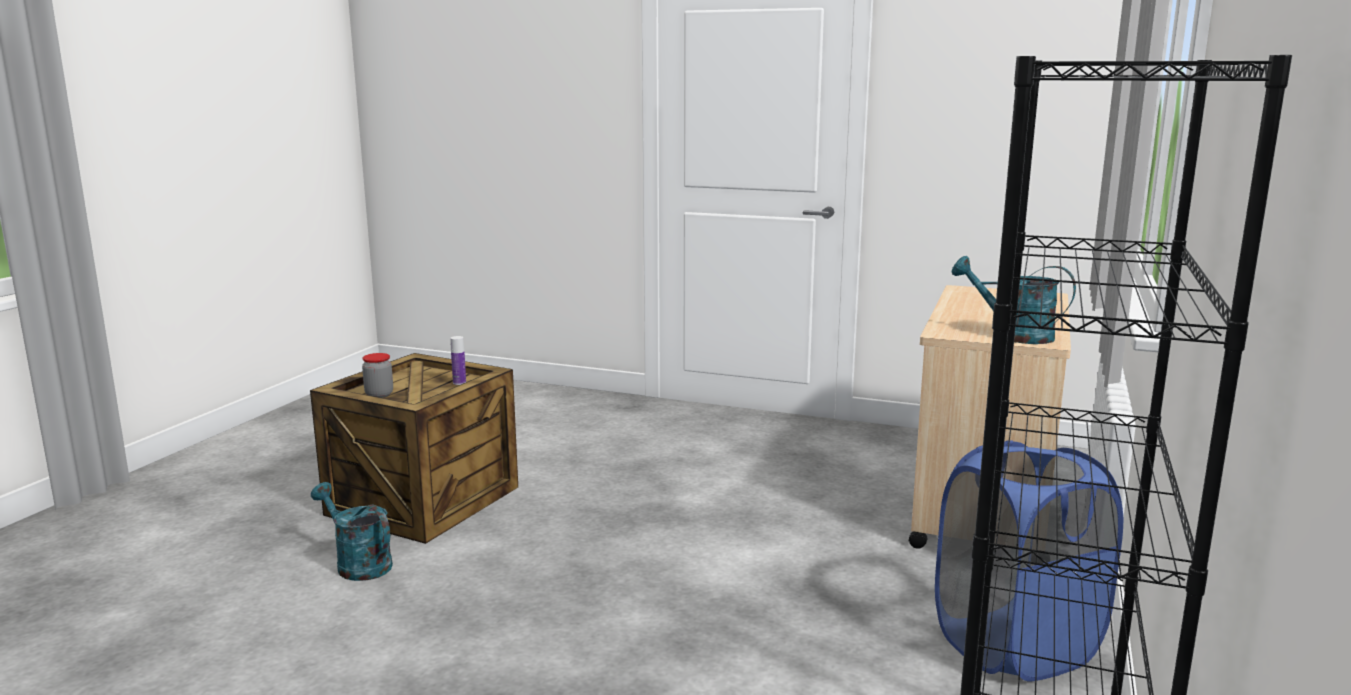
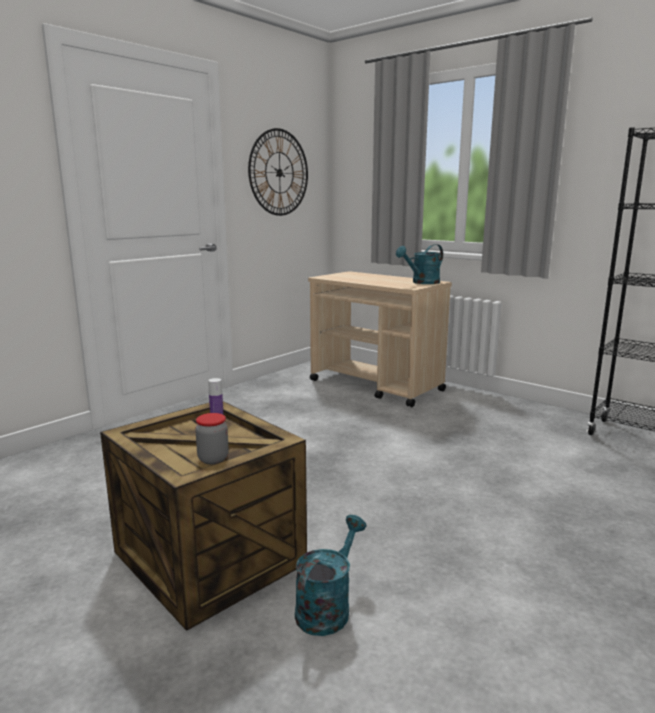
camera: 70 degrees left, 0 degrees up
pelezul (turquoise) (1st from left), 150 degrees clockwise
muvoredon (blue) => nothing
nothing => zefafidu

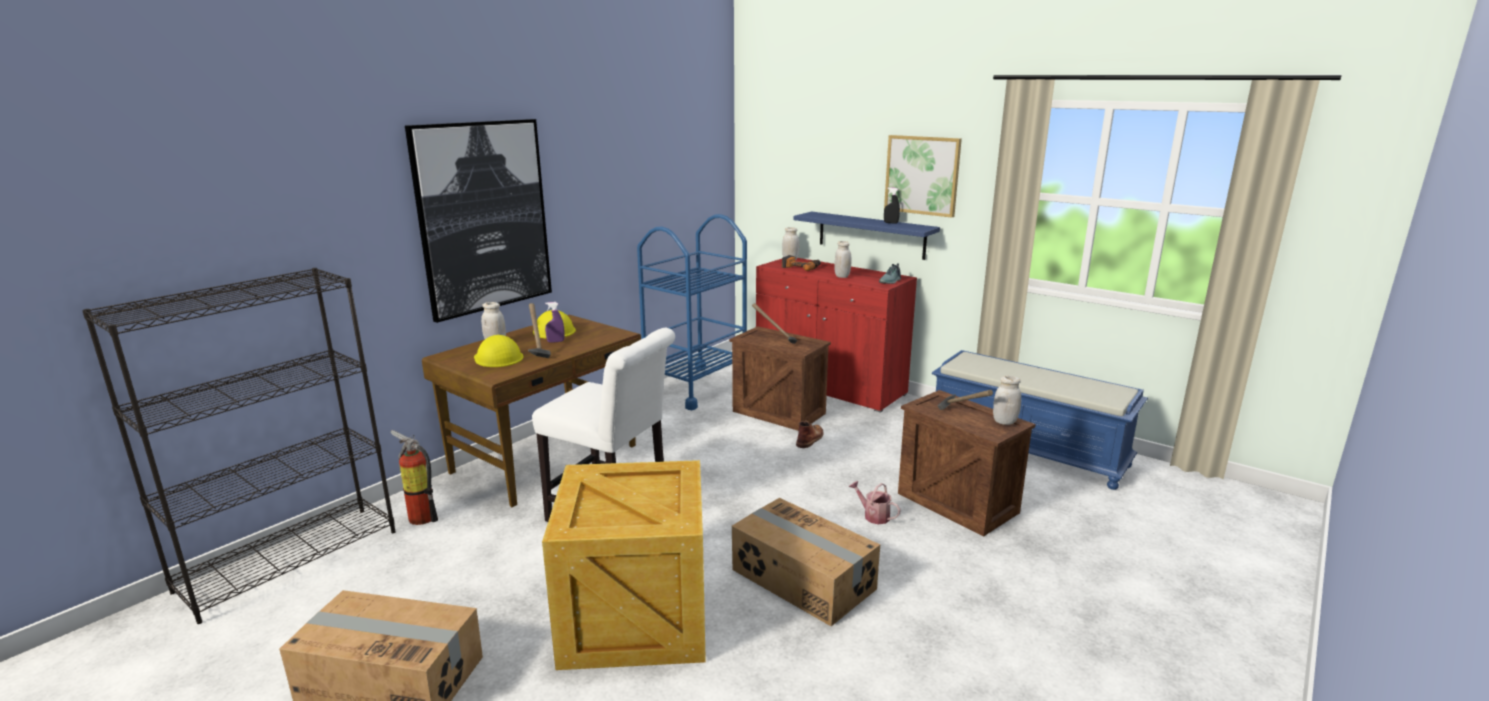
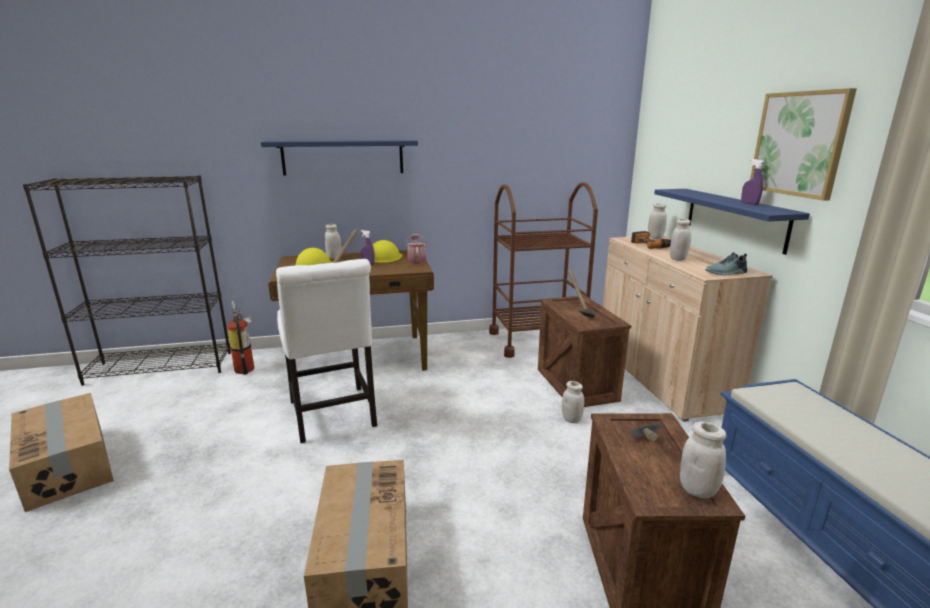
camera: 40 degrees right, 0 degrees up
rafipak (1st from left) => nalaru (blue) (1st from left)
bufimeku (1st from left) => nothing
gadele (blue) => gadele (brown)
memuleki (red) => memuleki (beige)
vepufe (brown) => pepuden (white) (2nd from left)
pelezul, move
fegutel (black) => fegutel (purple) (2nd from left)

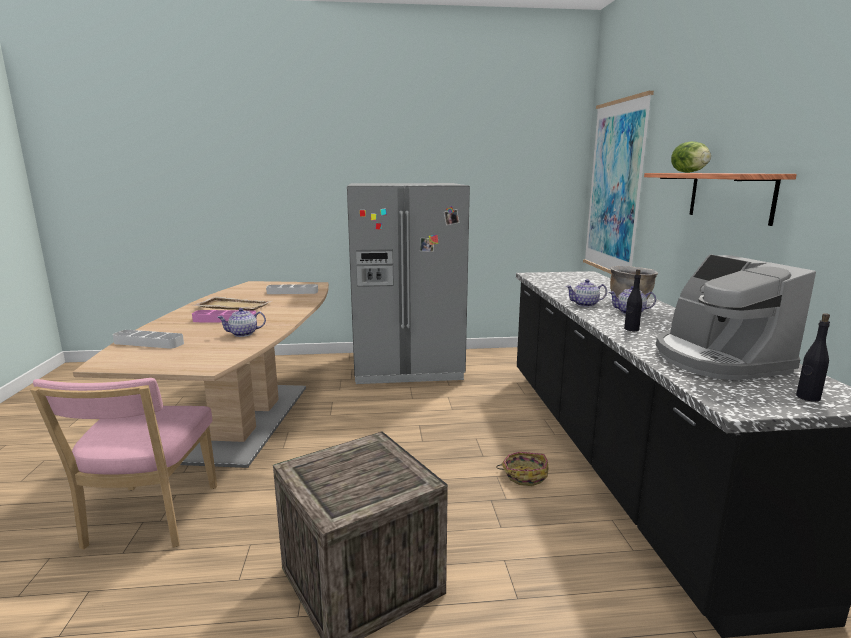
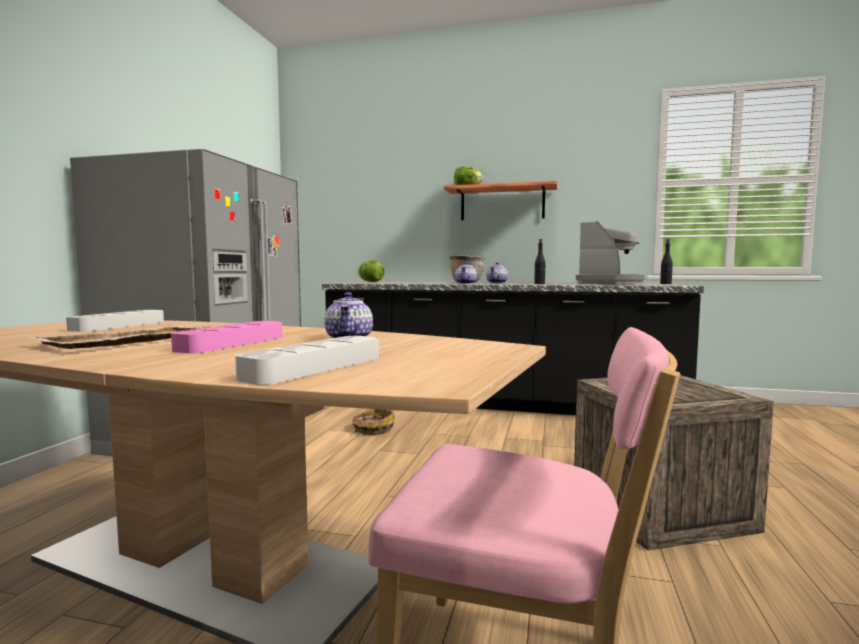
camera: 70 degrees left, 10 degrees down
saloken, move
rafipak => nothing
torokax, 75 degrees counterclockwise
nothing => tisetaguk (1st from left)

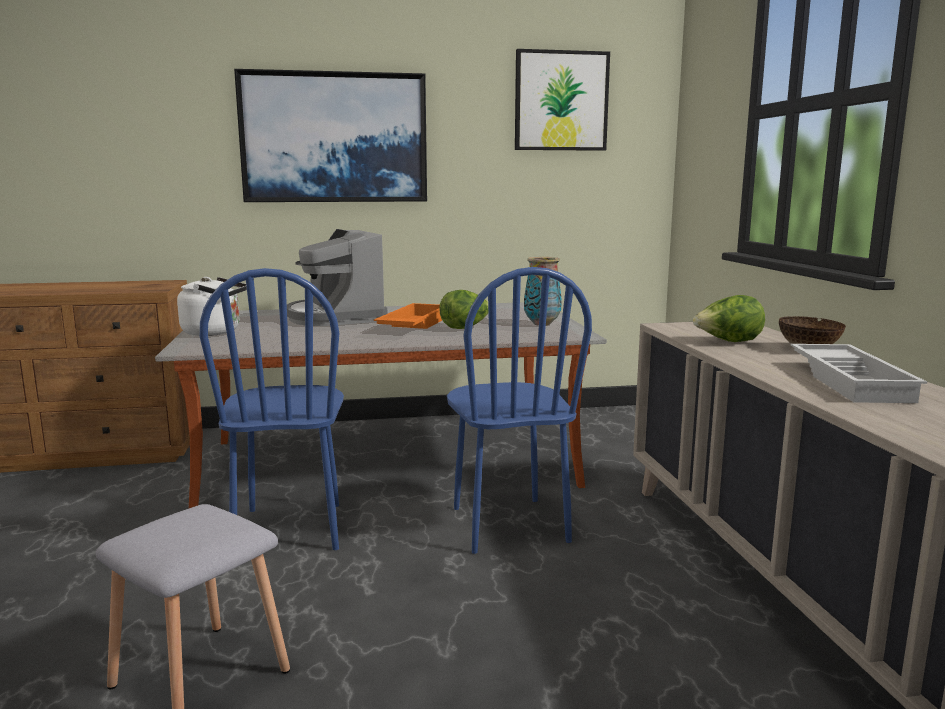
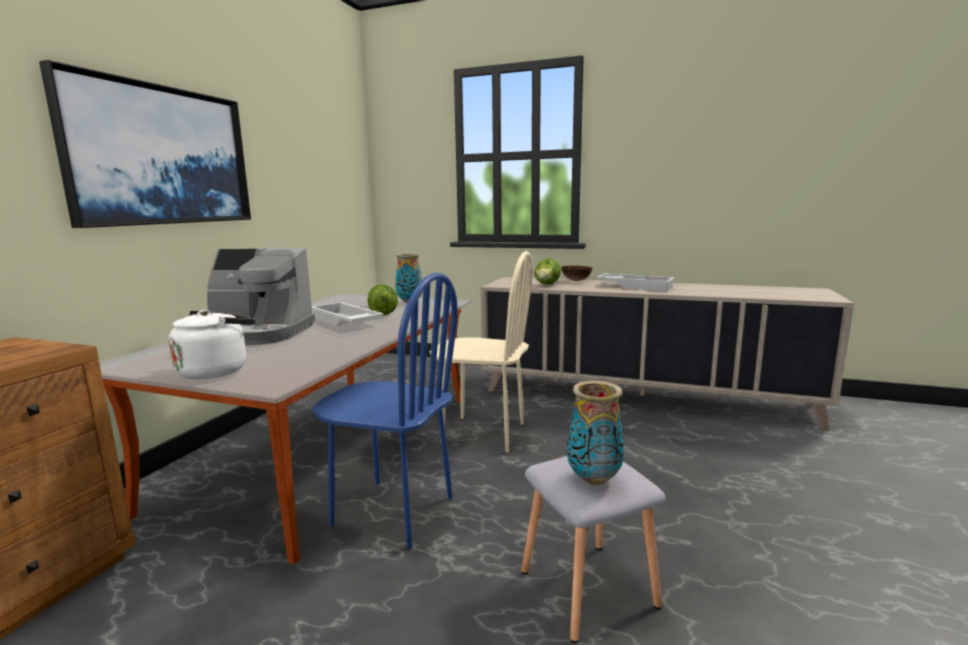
camera: 60 degrees left, 0 degrees up
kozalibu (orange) => kozalibu (white) (1st from left)
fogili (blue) (2nd from left) => fogili (beige)
rafipak (2nd from left) => nothing
nothing => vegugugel (2nd from left)

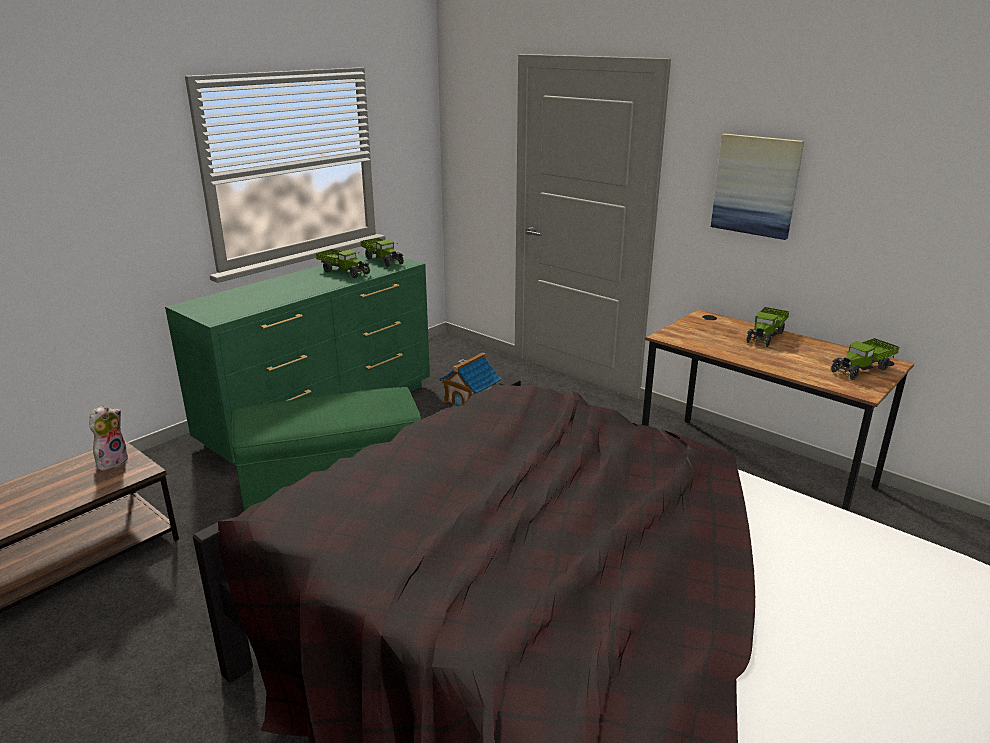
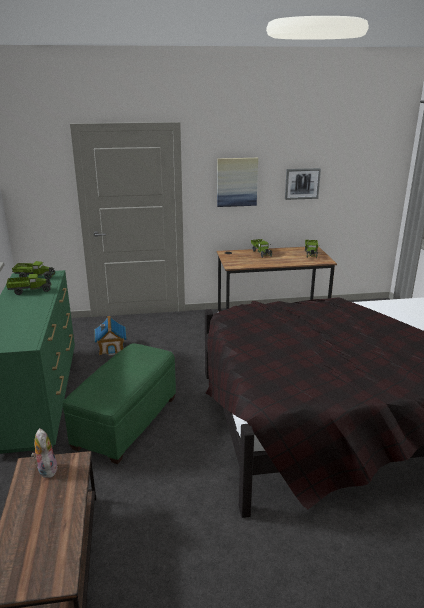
camera: 50 degrees left, 0 degrees up
nothing => rafipak (2nd from left)

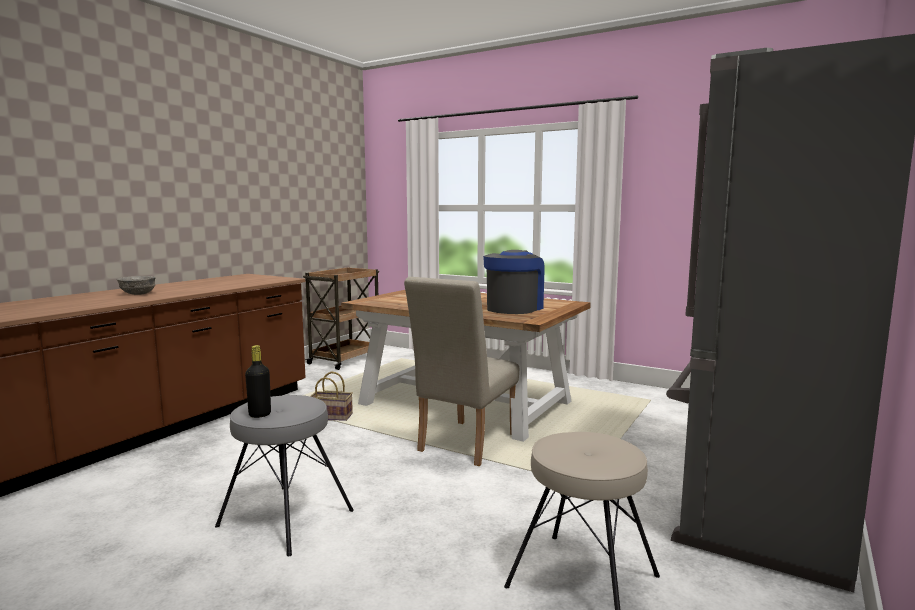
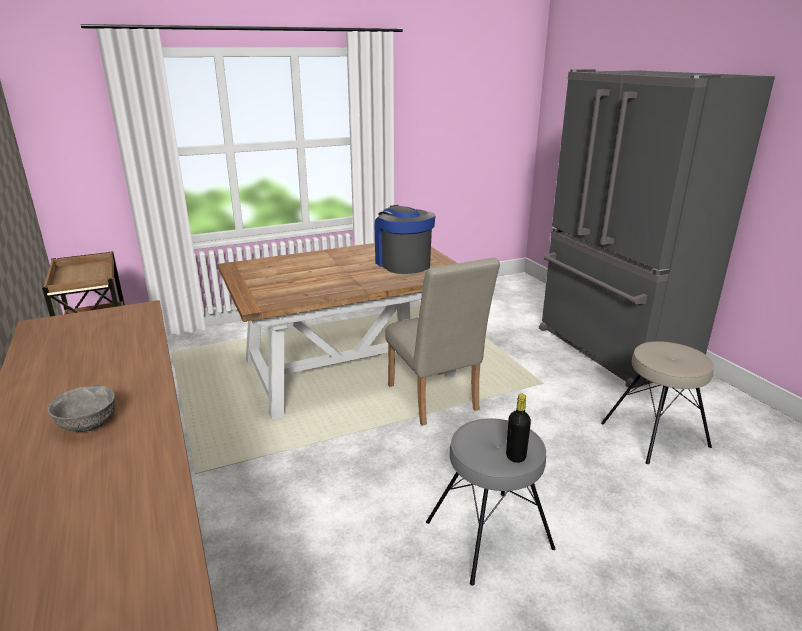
camera: 55 degrees left, 15 degrees up
saloken => nothing

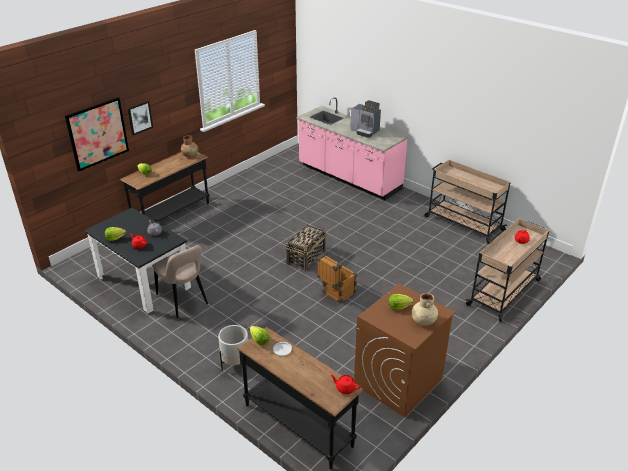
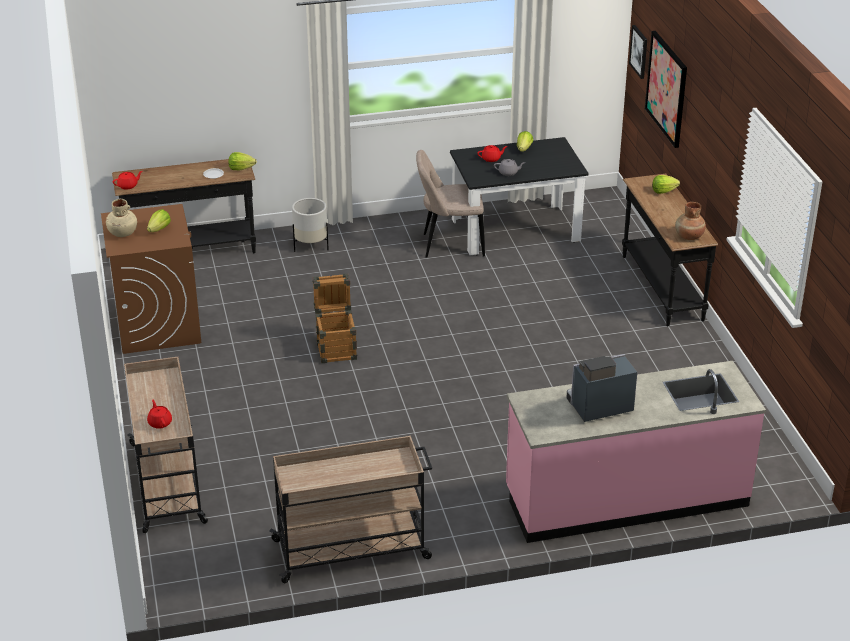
camera: 125 degrees right, 0 degrees up
rafipak (2nd from left in the first image) => rafipak (1st from left), move
saloken => nothing

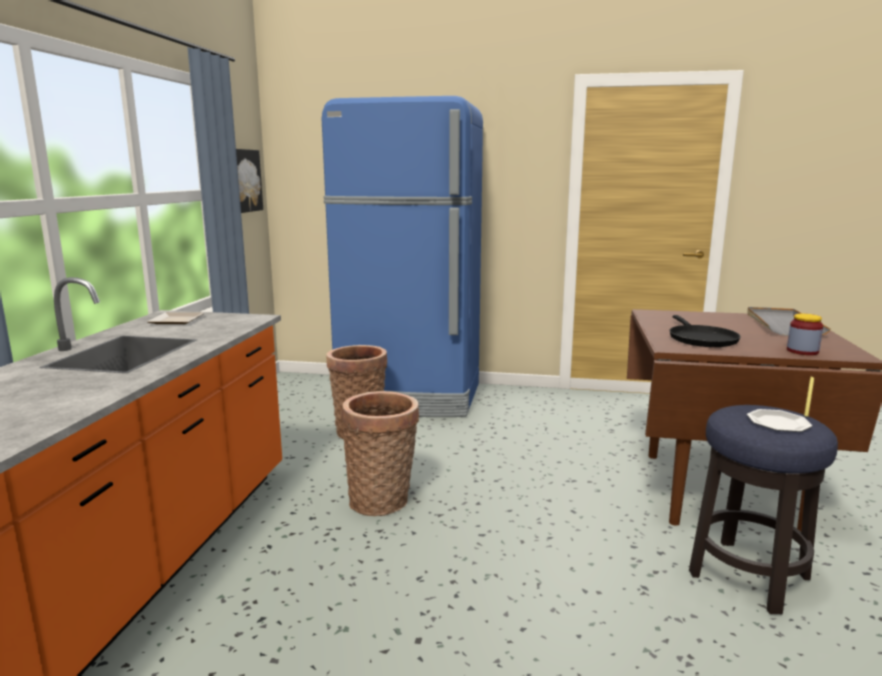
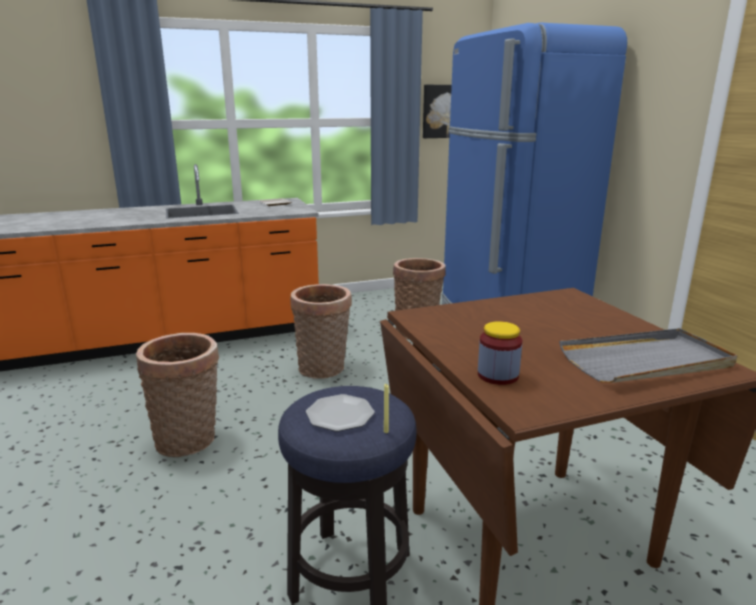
camera: 60 degrees right, 5 degrees up
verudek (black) => nothing
nothing => saloken (1st from left)

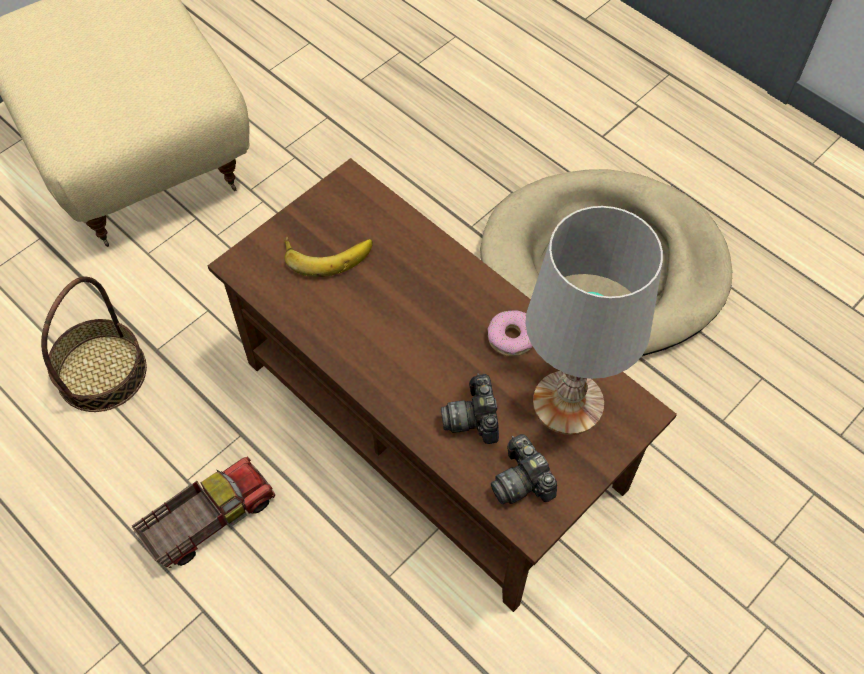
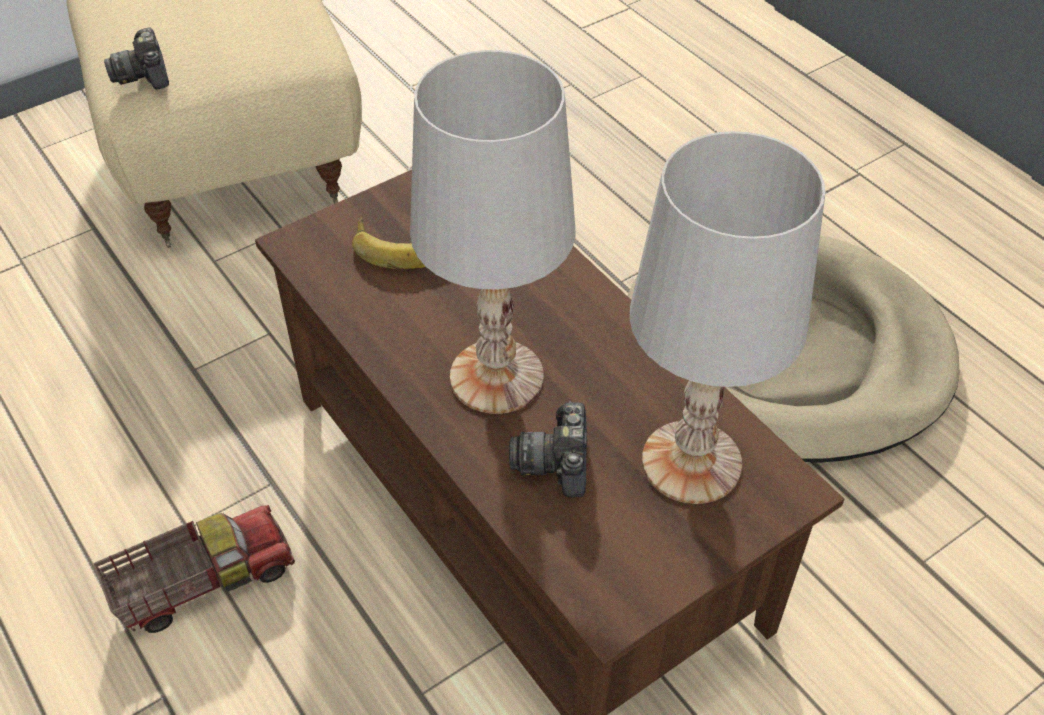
camera: 10 degrees right, 10 degrees down
saloken => nothing
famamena => nothing
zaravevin (2nd from left in the first image) => zaravevin (1st from left), move
nothing => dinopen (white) (1st from left)

